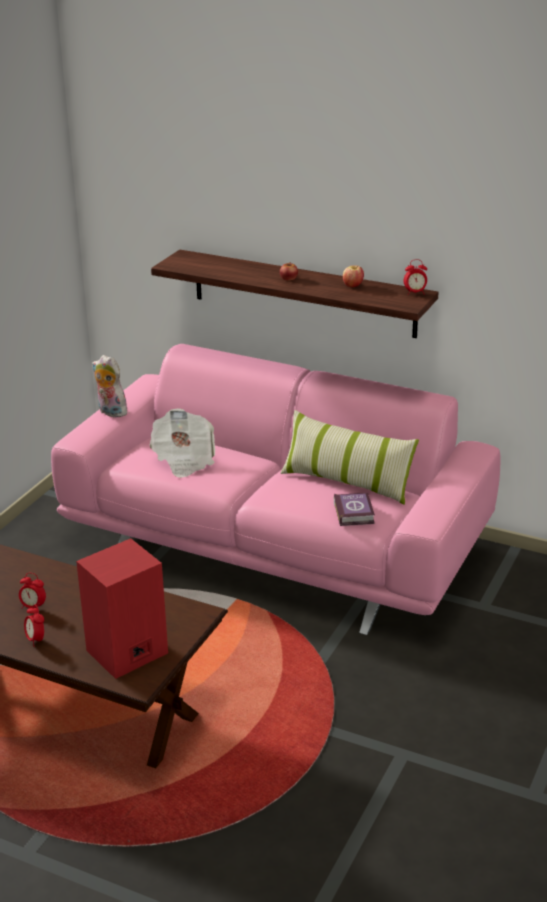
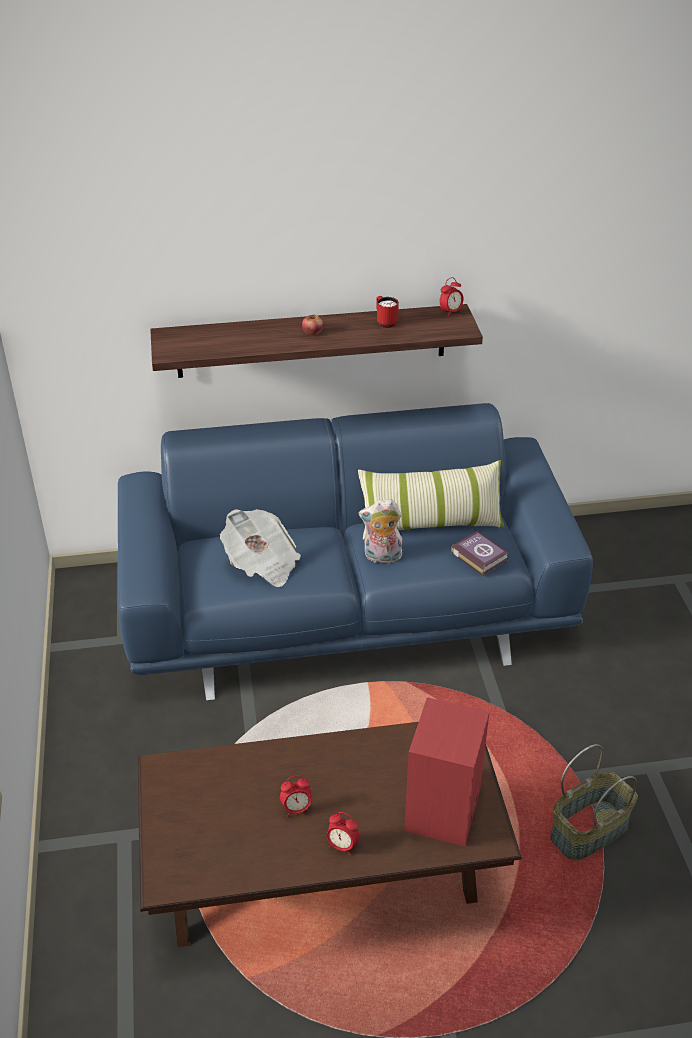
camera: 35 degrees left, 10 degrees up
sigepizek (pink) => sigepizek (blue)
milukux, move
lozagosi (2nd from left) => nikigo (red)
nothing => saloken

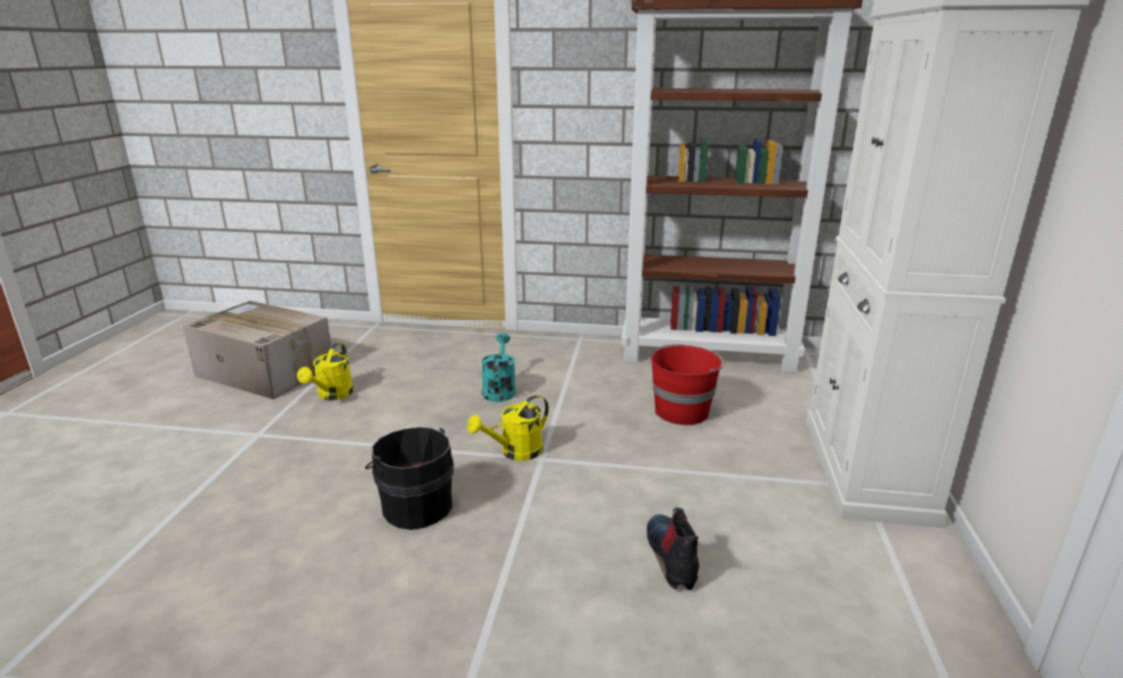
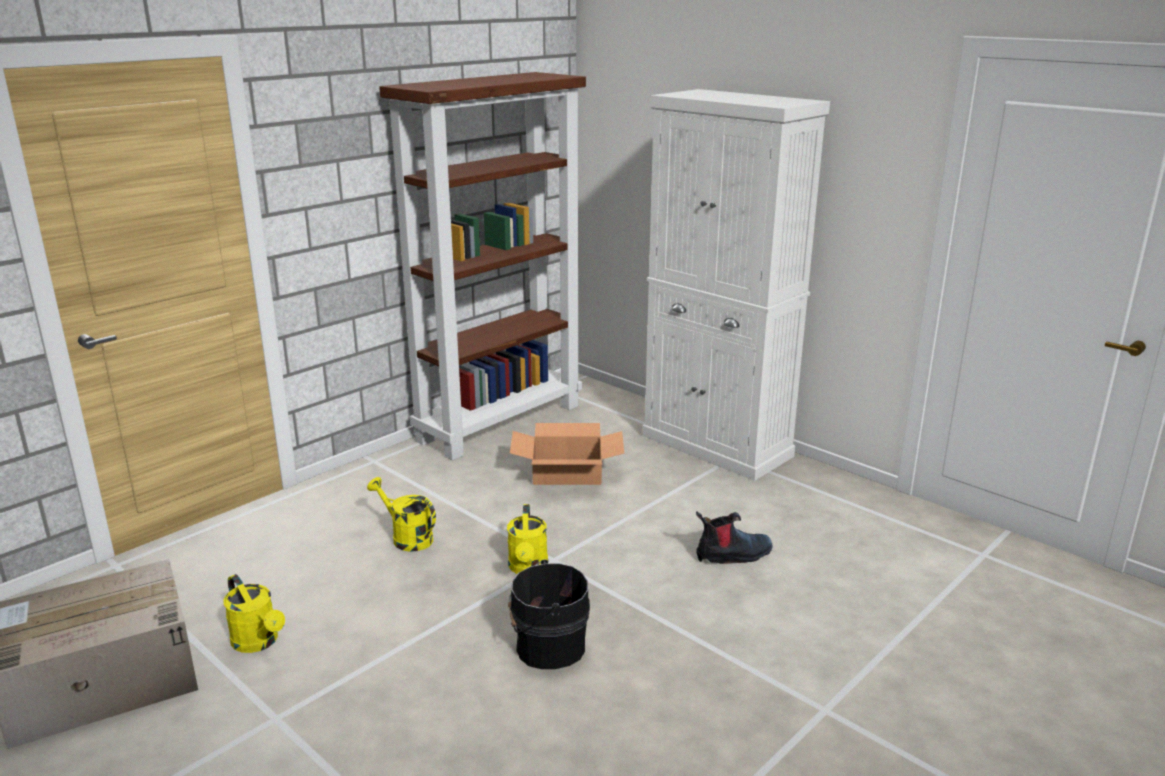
camera: 55 degrees left, 0 degrees up
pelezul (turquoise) => pelezul (yellow) (2nd from left)
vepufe, 135 degrees clockwise
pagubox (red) => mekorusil (2nd from left)

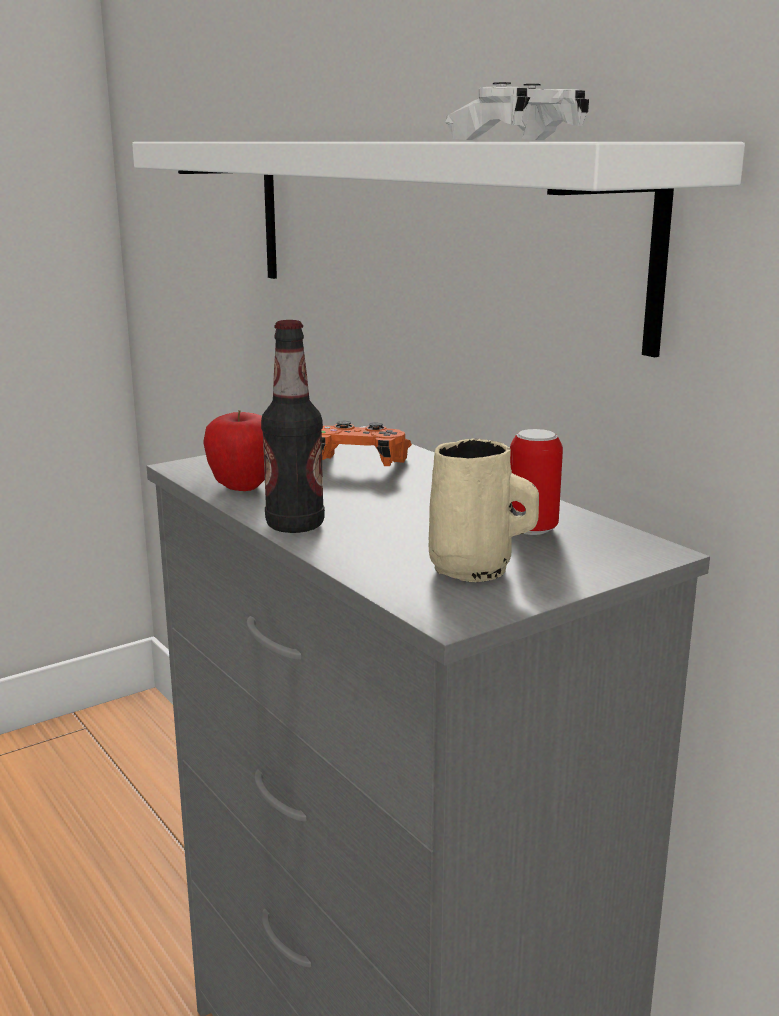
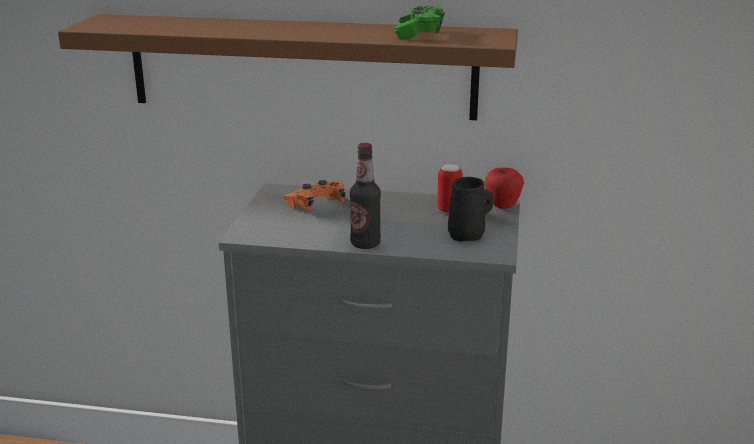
camera: 45 degrees left, 5 degrees up
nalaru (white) => nalaru (brown)
lozagosi, move
nikigo (beige) => nikigo (black)
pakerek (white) => pakerek (green)

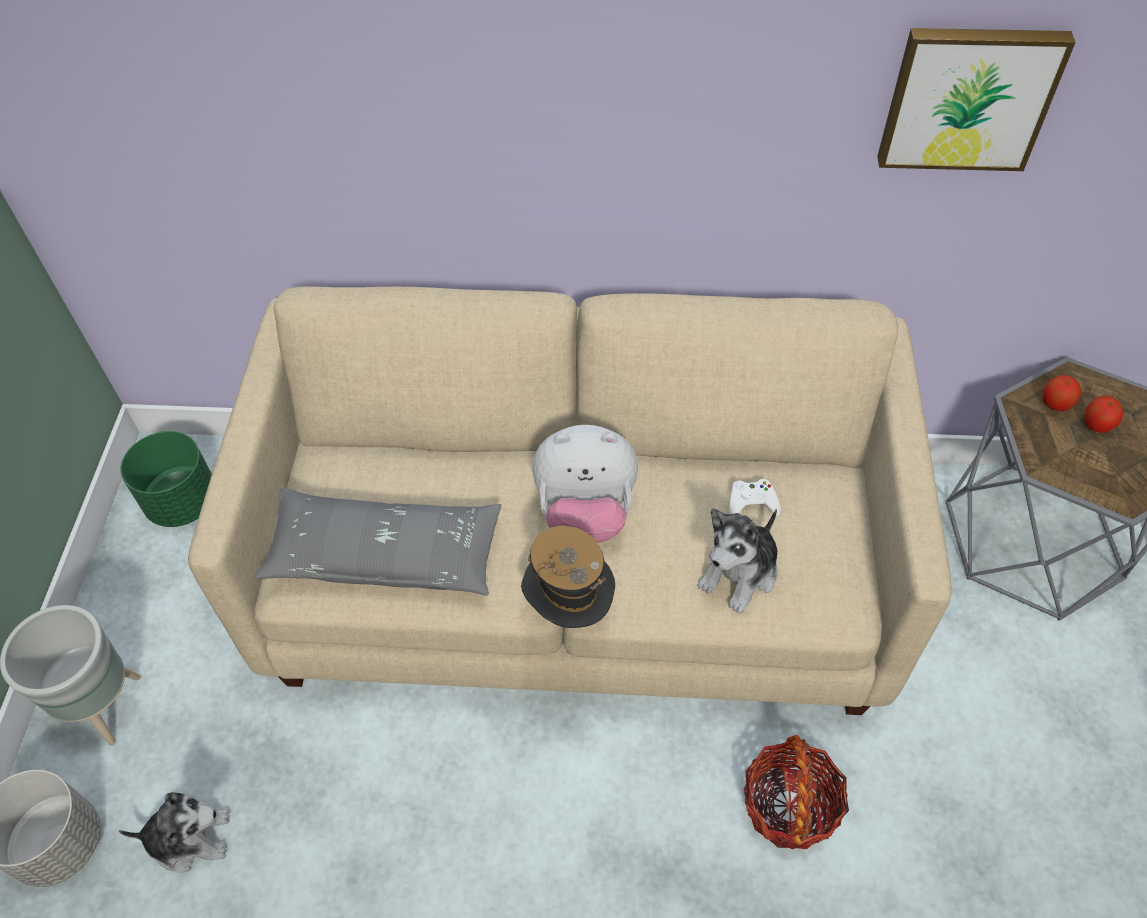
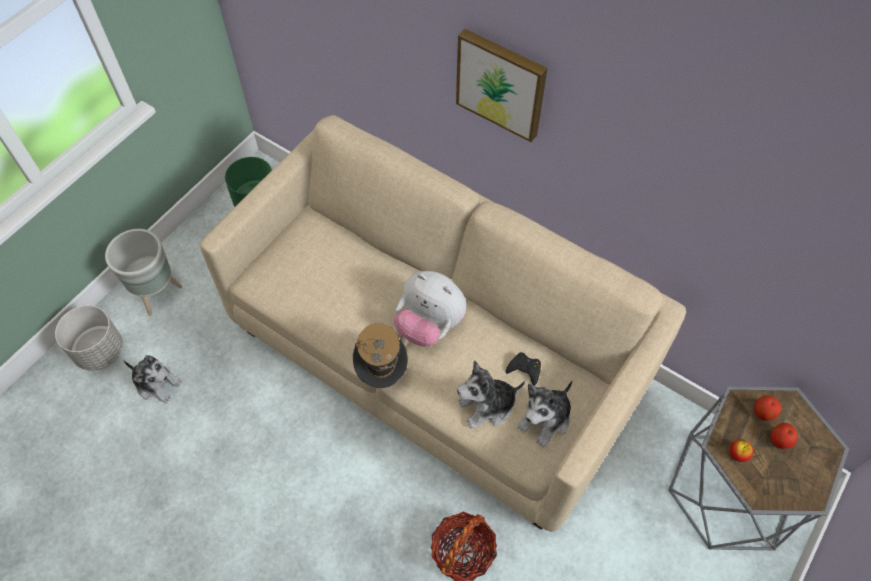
camera: 30 degrees right, 5 degrees up
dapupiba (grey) => nothing
pakerek (white) => pakerek (black)
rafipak, move
nothing => milukux (4th from left)
nothing => lozagosi (1st from left)

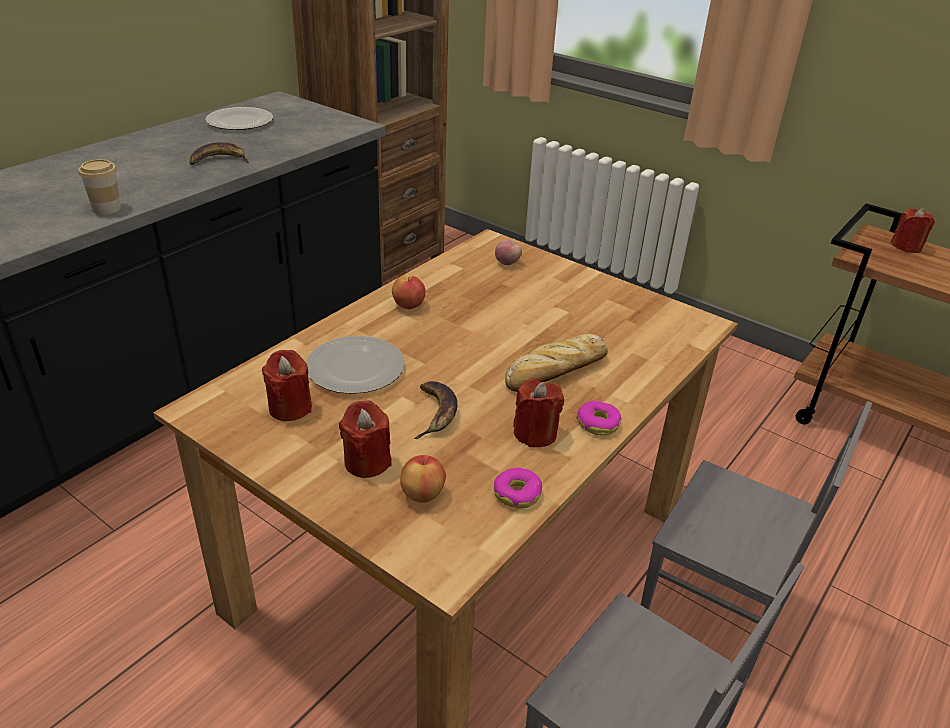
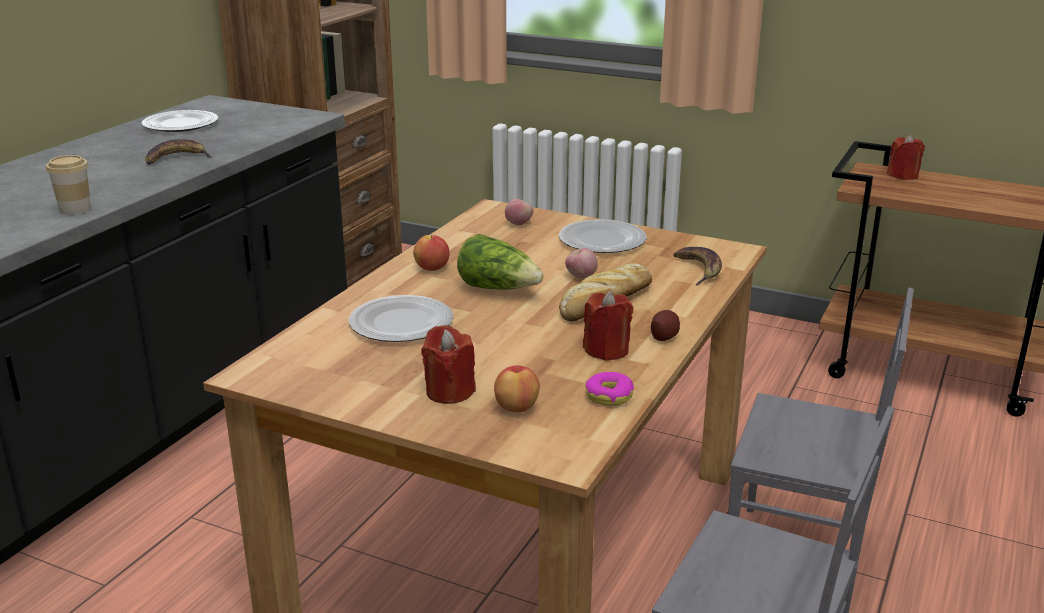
camera: 10 degrees left, 10 degrees down
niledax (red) (1st from left) => nothing
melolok (2nd from left), move
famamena (2nd from left) => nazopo
nothing => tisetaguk
nothing => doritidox (3rd from left)
nothing => lozagosi (4th from left)

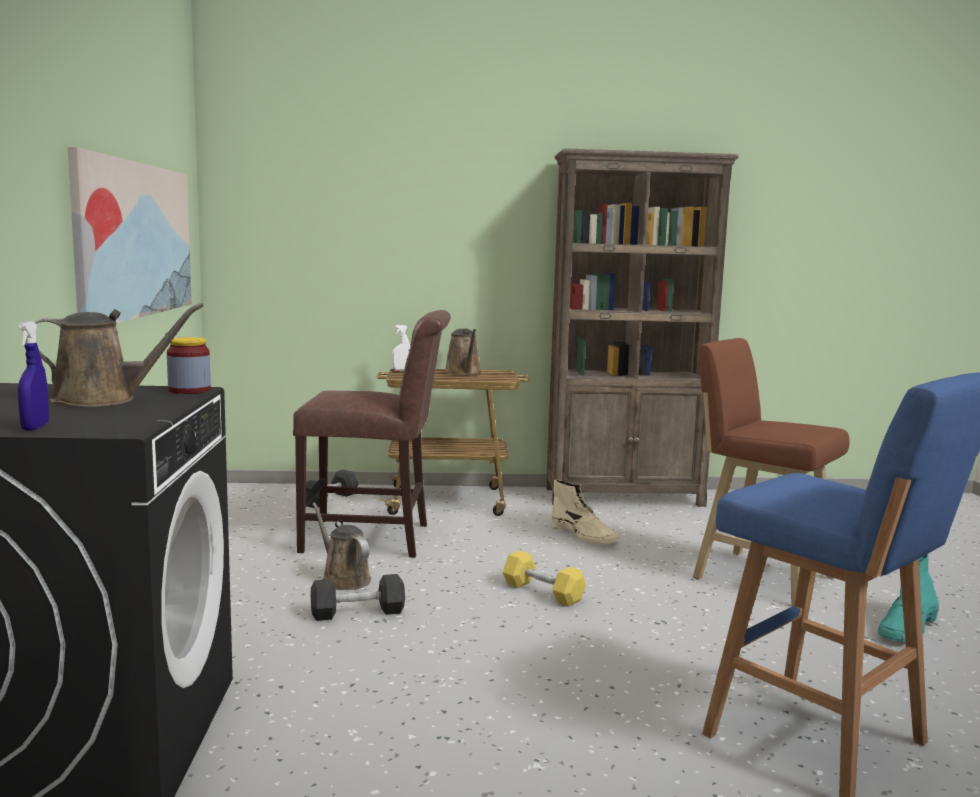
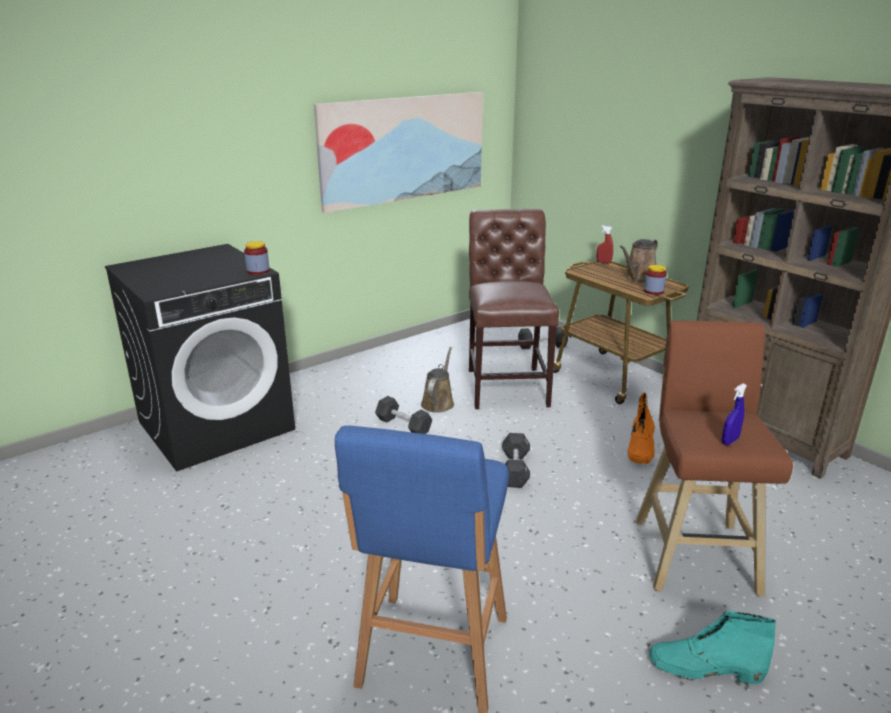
camera: 55 degrees right, 15 degrees up
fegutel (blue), move
pelezul (brown) (1st from left) => nothing
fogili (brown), 150 degrees counterclockwise
fegutel (white) => fegutel (red)
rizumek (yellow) => rizumek (black) (2nd from left)
vepufe (beige) => vepufe (orange)
nothing => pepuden (2nd from left)

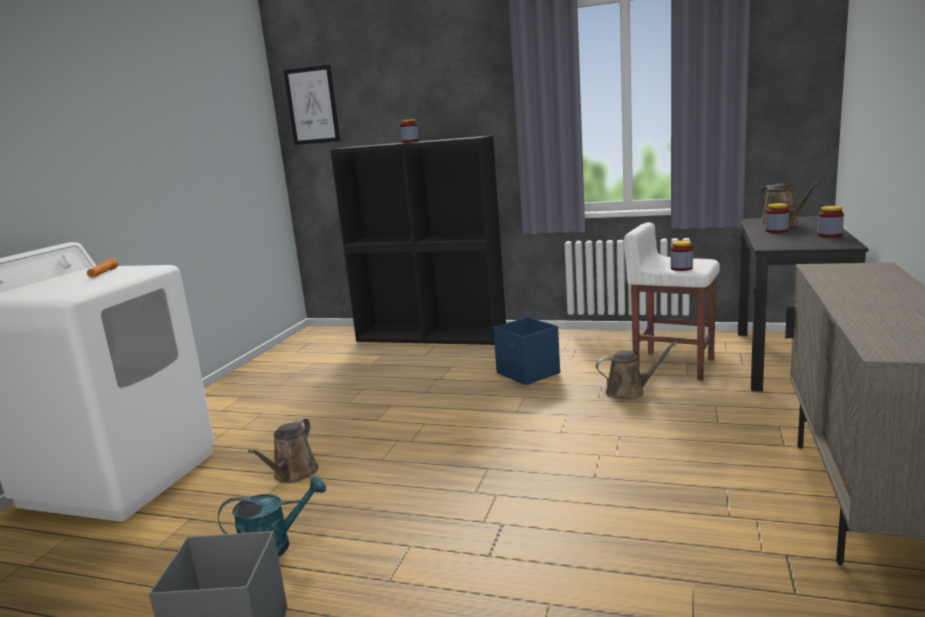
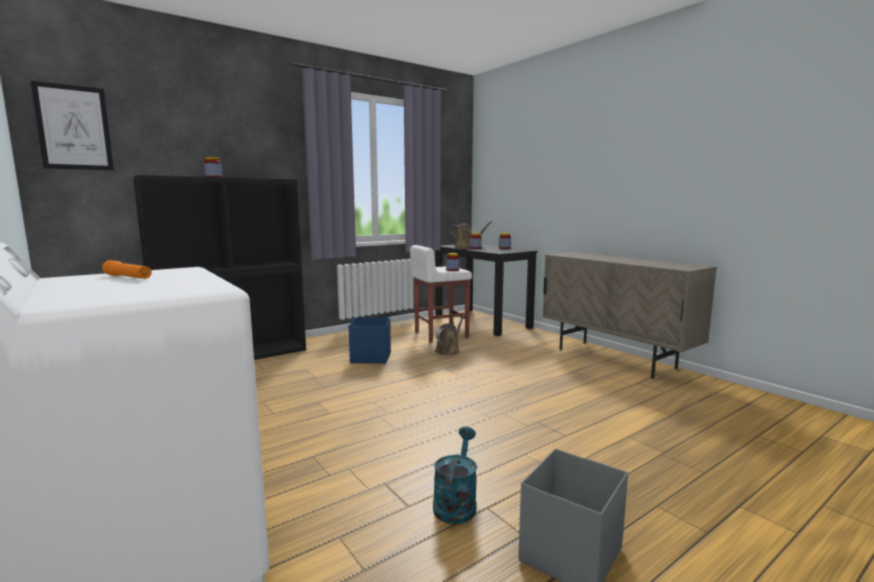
camera: 55 degrees left, 5 degrees down
pelezul (brown) (1st from left) => nothing

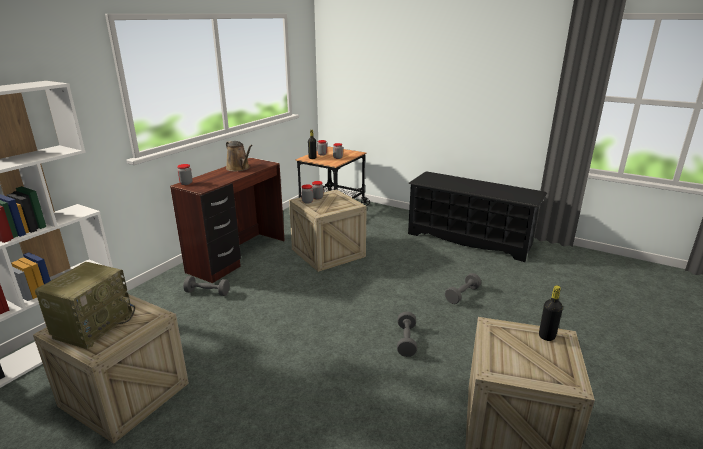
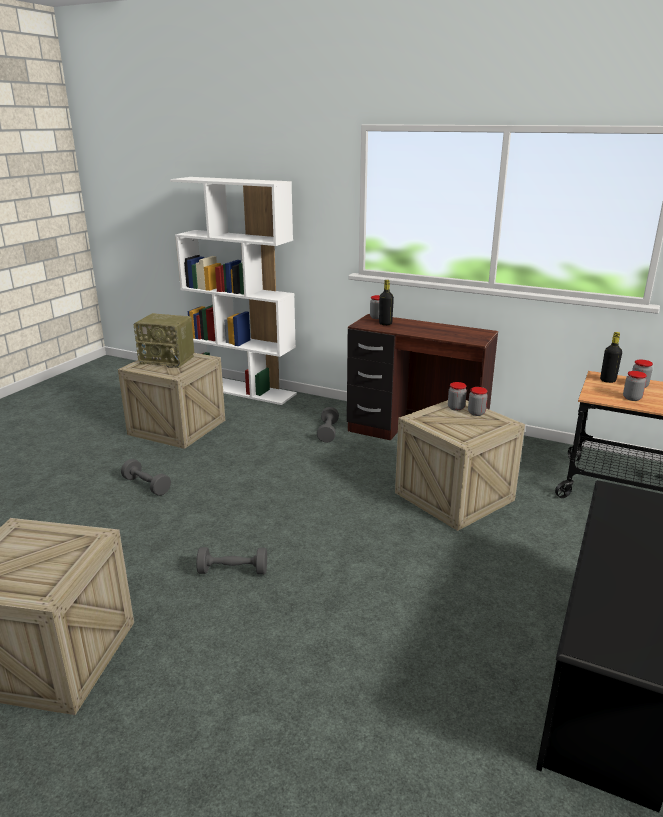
camera: 85 degrees right, 0 degrees up
pelezul (brown) => nothing
rizumek (grey) (3rd from left in the first image) => rizumek (grey) (1st from left), move
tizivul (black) (2nd from left in the first image) => tizivul (black) (1st from left), move

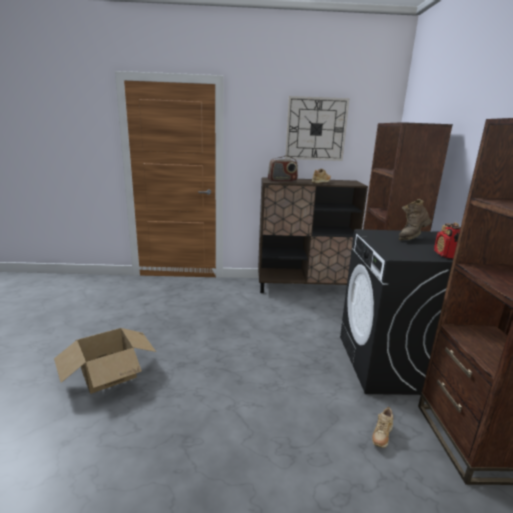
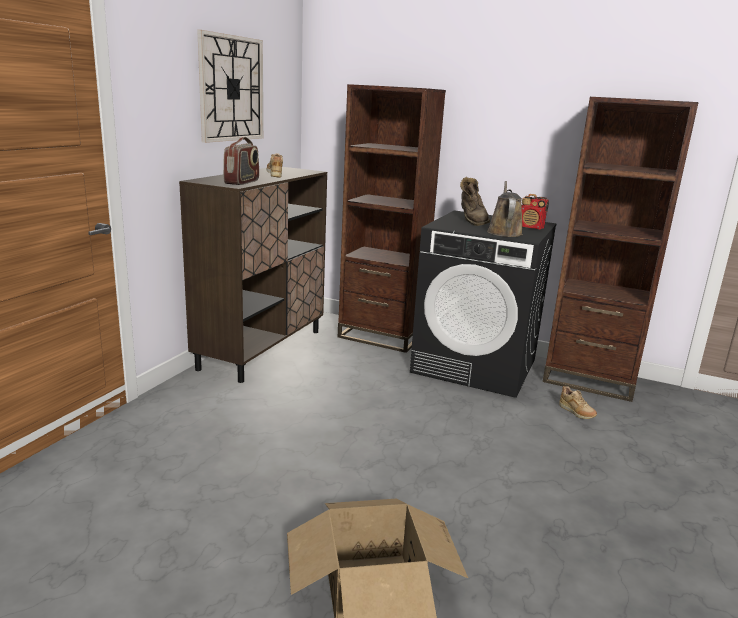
camera: 65 degrees left, 0 degrees up
nothing => pelezul (brown)

